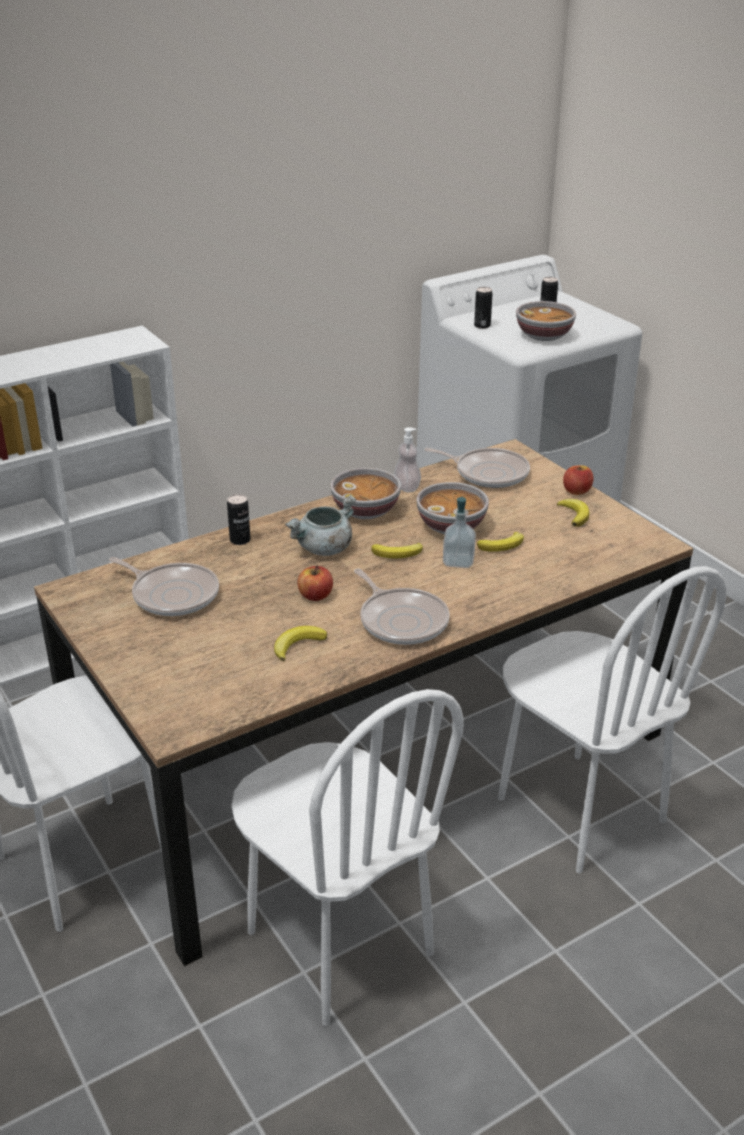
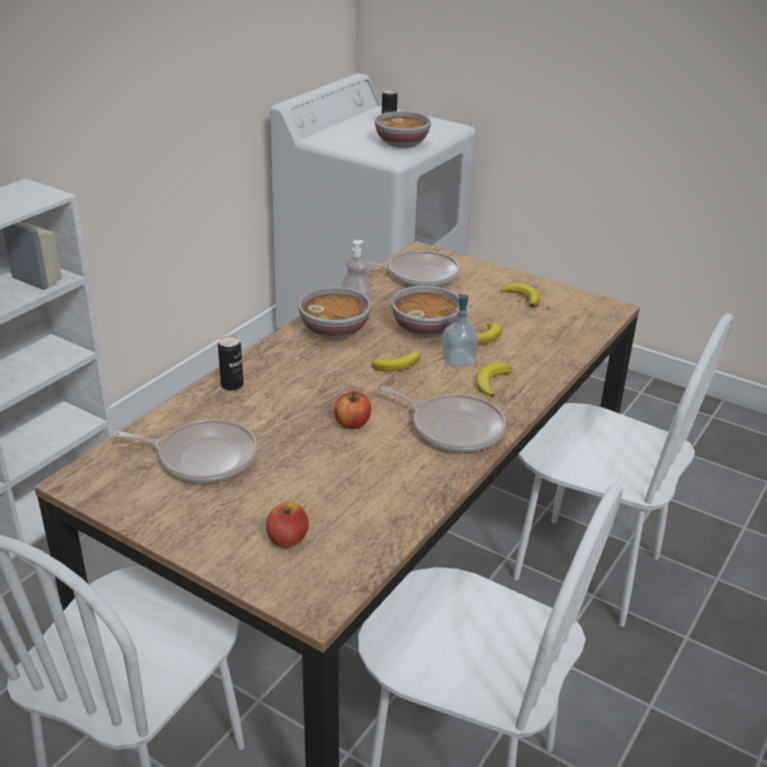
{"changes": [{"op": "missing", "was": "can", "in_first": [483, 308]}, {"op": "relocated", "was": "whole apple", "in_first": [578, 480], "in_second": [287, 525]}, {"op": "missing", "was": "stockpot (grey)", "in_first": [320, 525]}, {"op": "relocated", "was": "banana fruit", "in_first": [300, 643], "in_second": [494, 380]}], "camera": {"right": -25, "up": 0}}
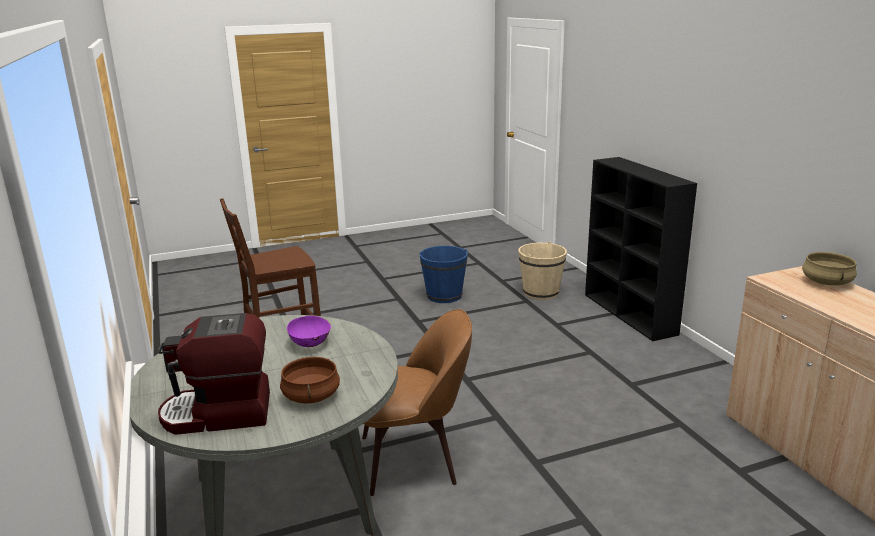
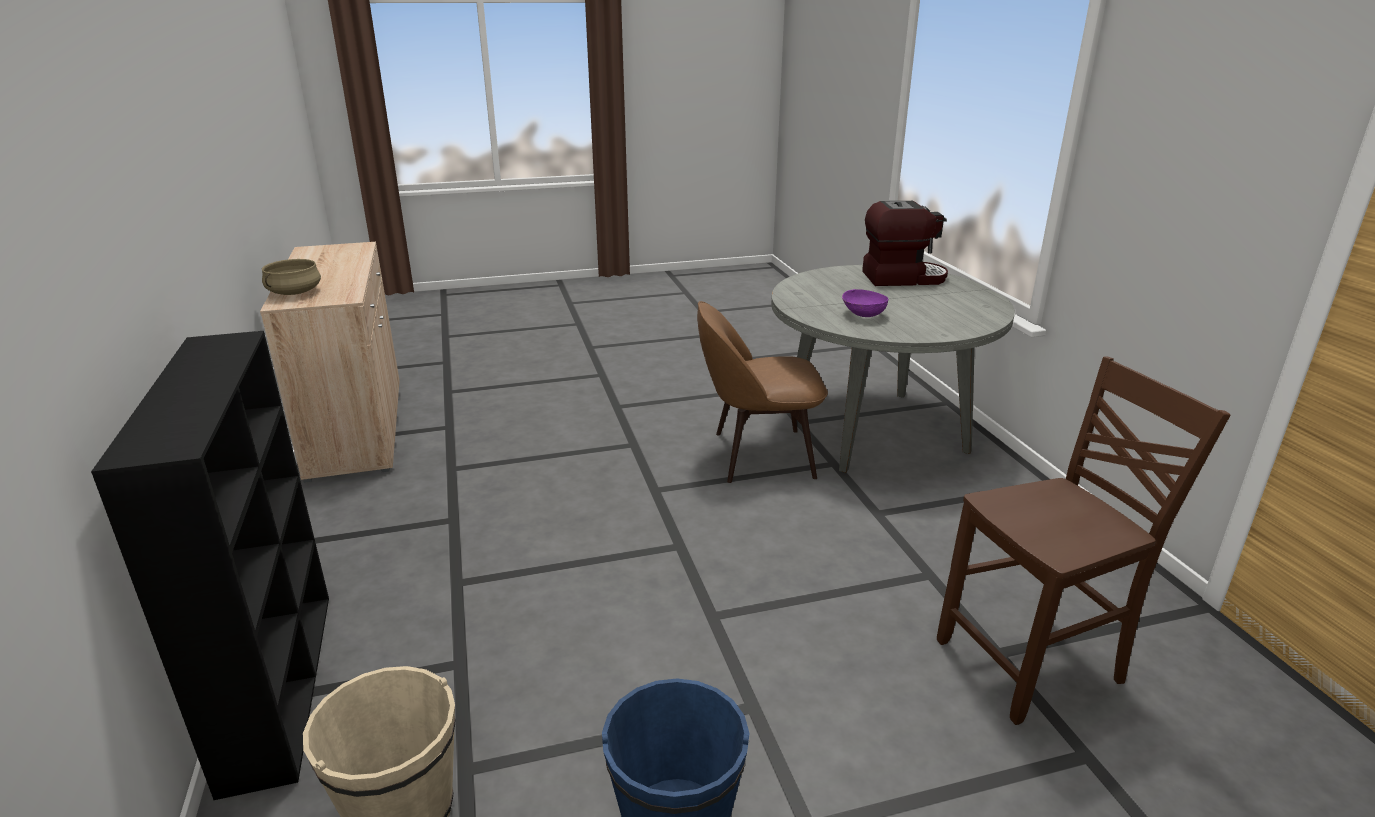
{"changes": [{"op": "missing", "was": "stockpot (brown)", "in_first": [310, 380]}], "camera": {"right": -175, "up": 5}}
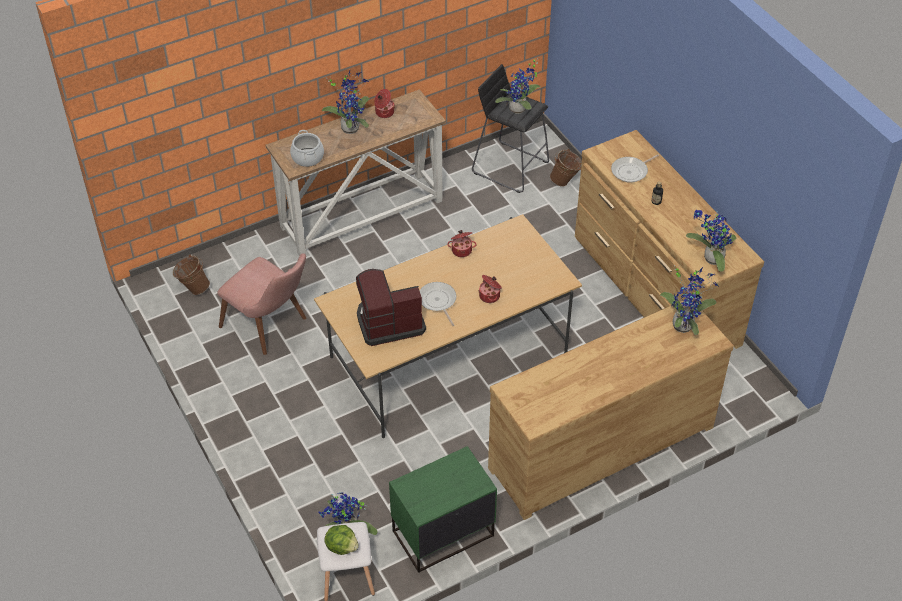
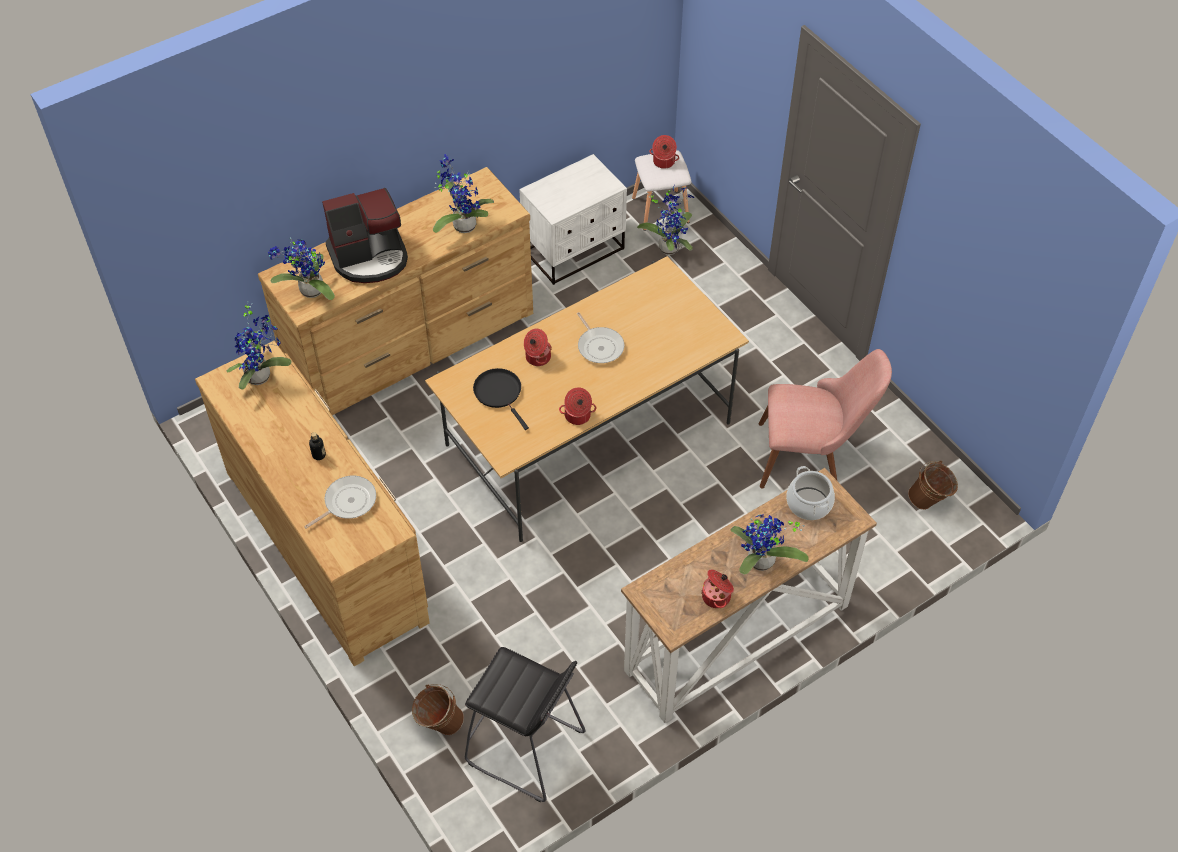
{"changes": [{"op": "relocated", "was": "houseplant", "in_first": [517, 86], "in_second": [463, 193]}, {"op": "spun", "was": "chair (pink)", "in_first": [261, 304], "in_second": [825, 418], "clockwise": 150}, {"op": "relocated", "was": "coffee brewer", "in_first": [391, 307], "in_second": [365, 235]}, {"op": "colour", "was": "nightstand (green)", "now": "nightstand (white-coloured)", "in_first": [443, 509], "in_second": [573, 219]}, {"op": "exchanged", "was": "lettuce", "now": "stockpot", "in_first": [341, 540], "in_second": [664, 152]}, {"op": "appeared", "now": "frying pan (blackish)", "in_second": [501, 399]}], "camera": {"right": 175, "up": 5}}
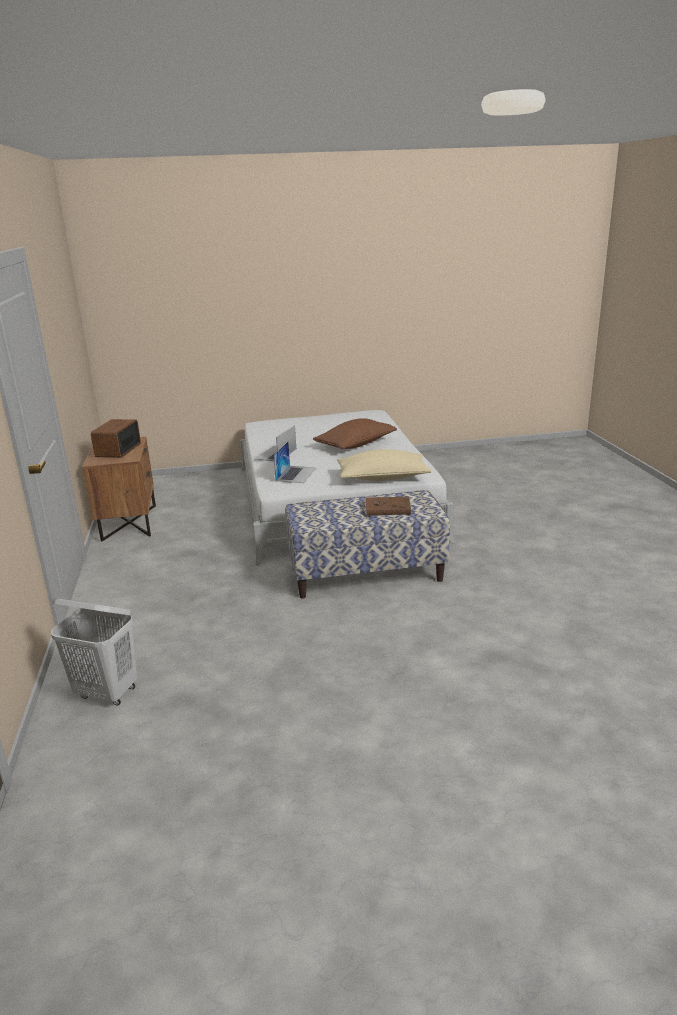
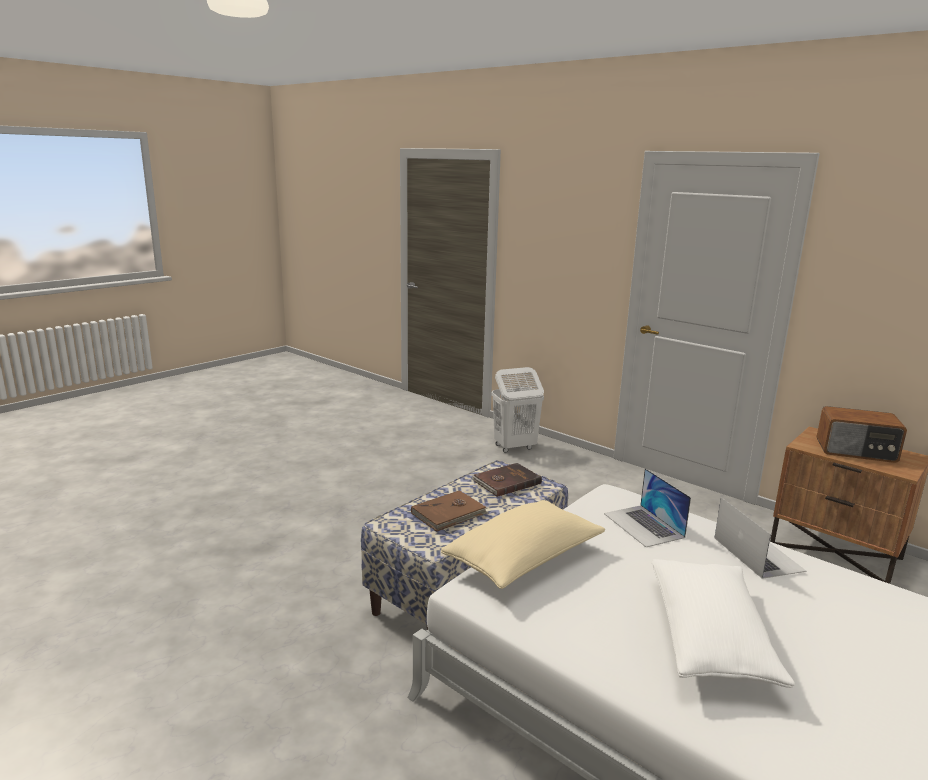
{"changes": [{"op": "colour", "was": "throw pillow (brown)", "now": "throw pillow (white-coloured)", "in_first": [355, 433], "in_second": [723, 623]}, {"op": "spun", "was": "radio set", "in_first": [116, 438], "in_second": [861, 434], "clockwise": 135}, {"op": "appeared", "now": "volume (brown)", "in_second": [507, 480]}], "camera": {"right": 140, "up": -5}}
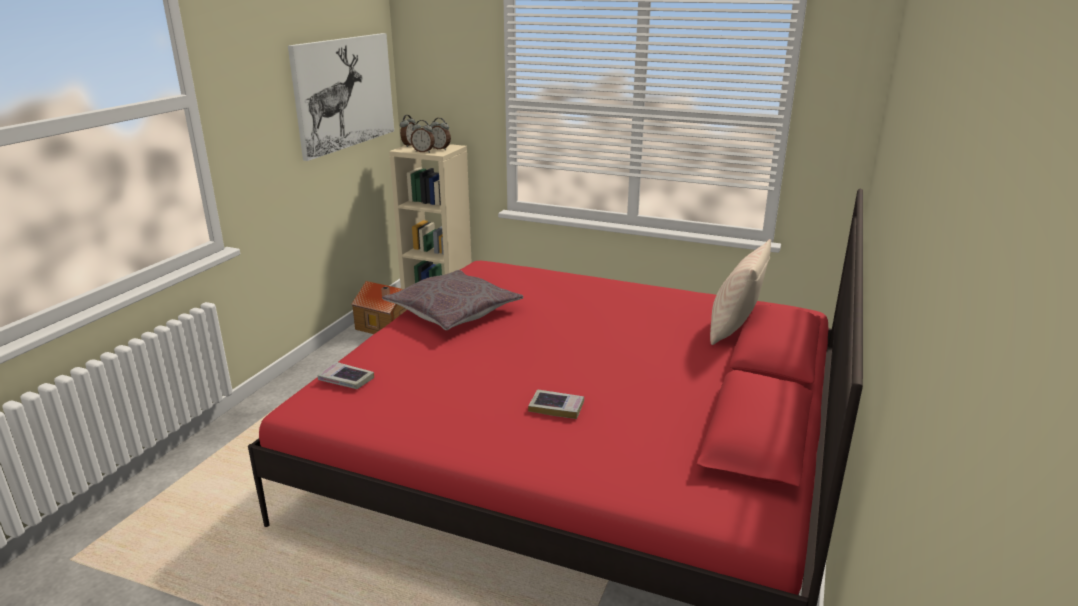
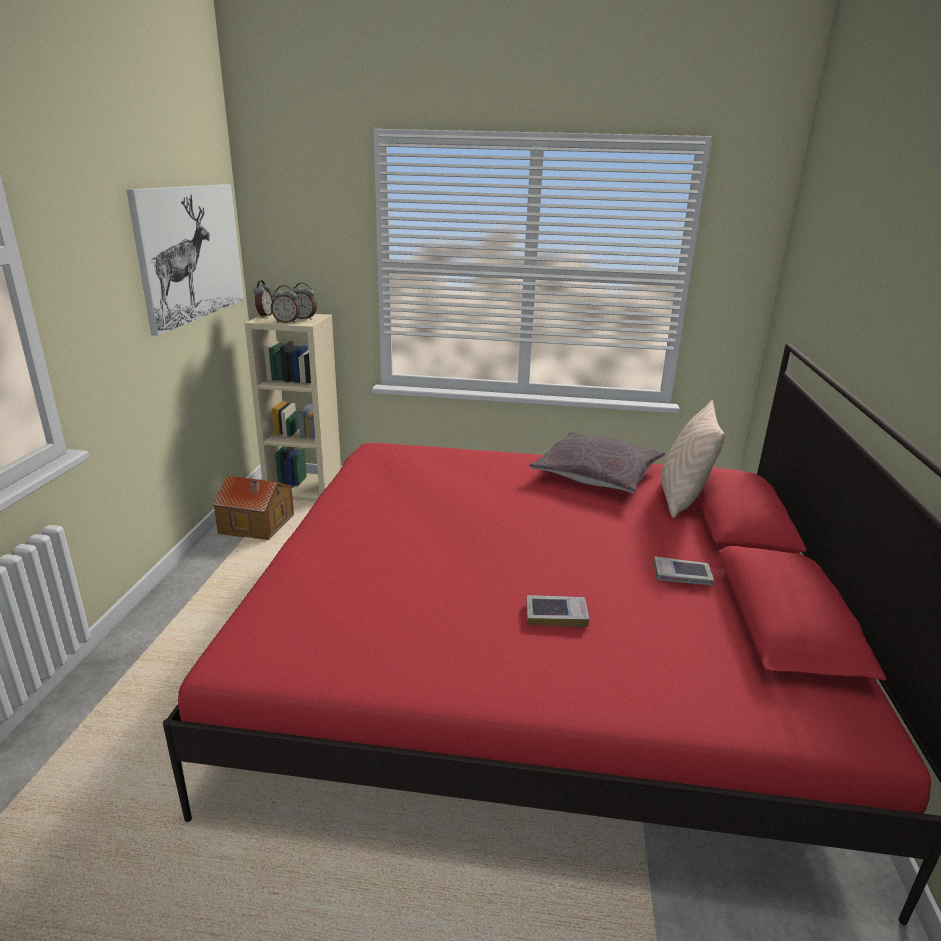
{"changes": [{"op": "relocated", "was": "throw pillow (grey)", "in_first": [452, 300], "in_second": [598, 462]}, {"op": "relocated", "was": "volume", "in_first": [346, 375], "in_second": [684, 571]}], "camera": {"right": -15, "up": 0}}
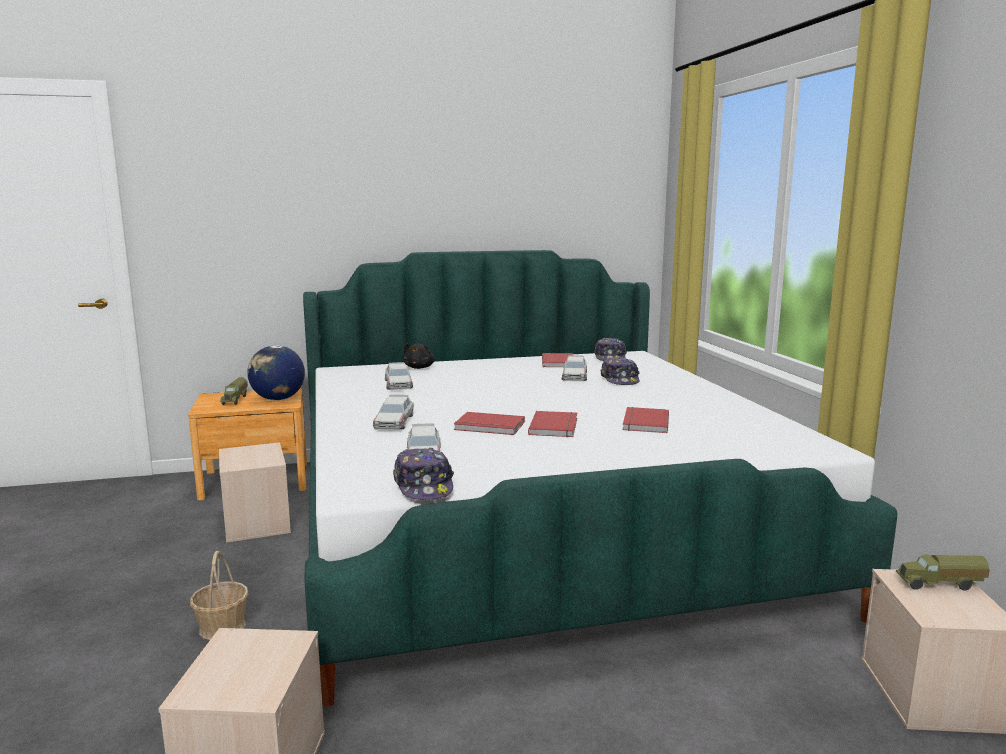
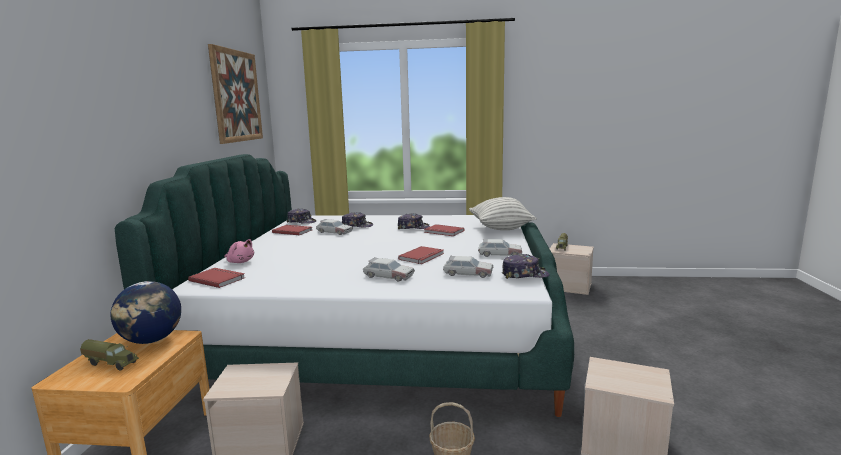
{"changes": [{"op": "colour", "was": "cuddly toy (blackish)", "now": "cuddly toy (pink)", "in_first": [419, 356], "in_second": [239, 251]}, {"op": "relocated", "was": "model car", "in_first": [399, 376], "in_second": [500, 248]}, {"op": "relocated", "was": "volume (red)", "in_first": [552, 424], "in_second": [216, 278]}, {"op": "appeared", "now": "wall picture", "in_second": [235, 94]}, {"op": "appeared", "now": "throw pillow", "in_second": [503, 213]}, {"op": "appeared", "now": "cap", "in_second": [414, 221]}], "camera": {"right": -70, "up": 0}}
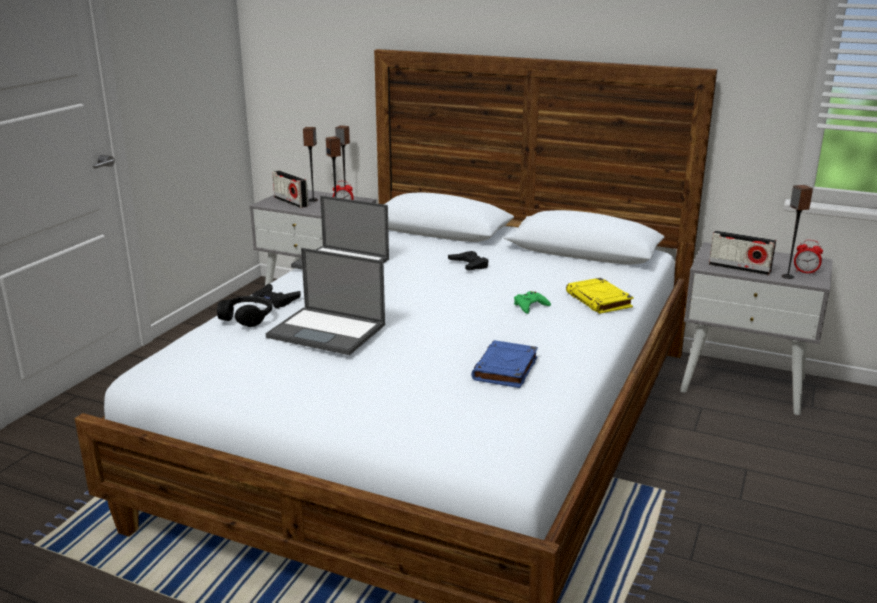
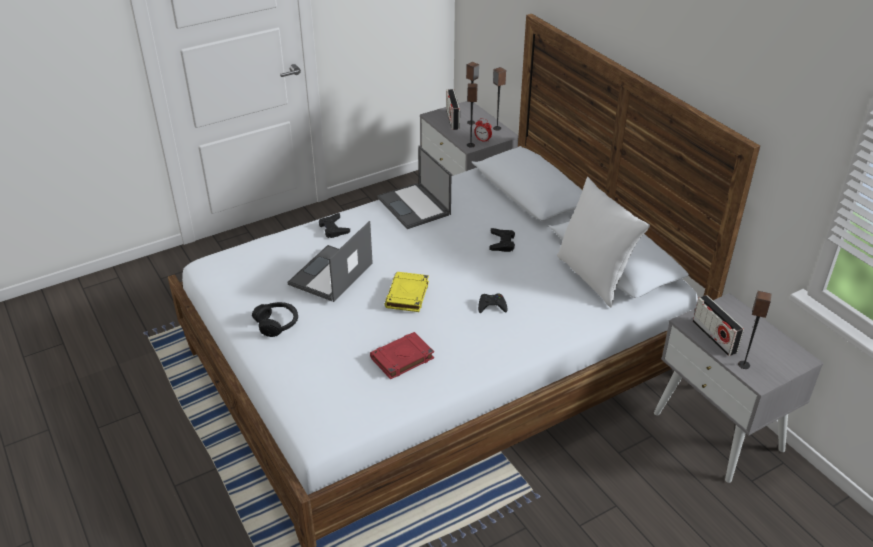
{"changes": [{"op": "missing", "was": "alarm clock", "in_first": [808, 257]}, {"op": "spun", "was": "portable computer", "in_first": [325, 301], "in_second": [330, 261], "clockwise": 60}, {"op": "relocated", "was": "volume (yellow-coloured)", "in_first": [600, 296], "in_second": [406, 292]}, {"op": "colour", "was": "joypad (green)", "now": "joypad (blackish)", "in_first": [532, 302], "in_second": [492, 303]}, {"op": "relocated", "was": "headset (blackish)", "in_first": [244, 311], "in_second": [275, 319]}, {"op": "colour", "was": "volume (bluish)", "now": "volume (red)", "in_first": [504, 364], "in_second": [402, 355]}, {"op": "appeared", "now": "throw pillow (white-coloured)", "in_second": [603, 242]}], "camera": {"right": 35, "up": 15}}
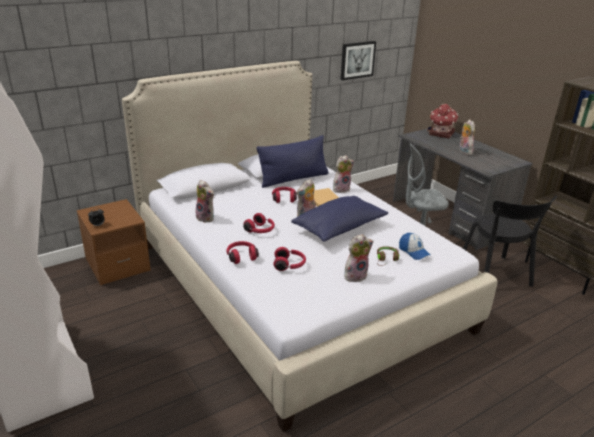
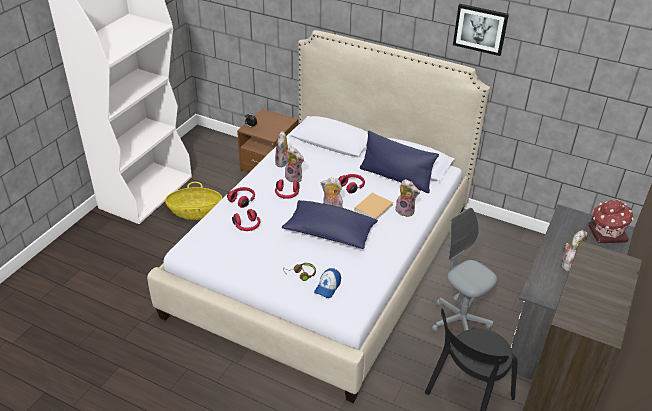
{"changes": [{"op": "relocated", "was": "wall picture", "in_first": [358, 60], "in_second": [481, 30]}, {"op": "relocated", "was": "cuddly toy", "in_first": [358, 258], "in_second": [294, 164]}, {"op": "appeared", "now": "household basket", "in_second": [193, 201]}], "camera": {"right": 60, "up": 10}}
